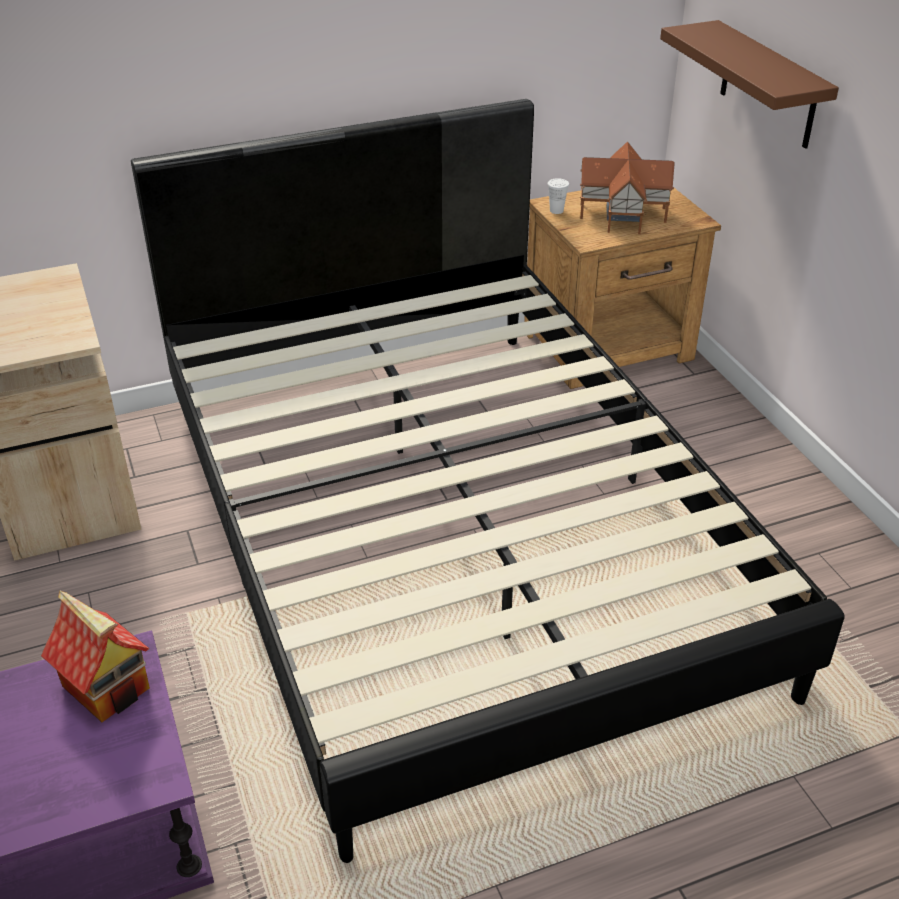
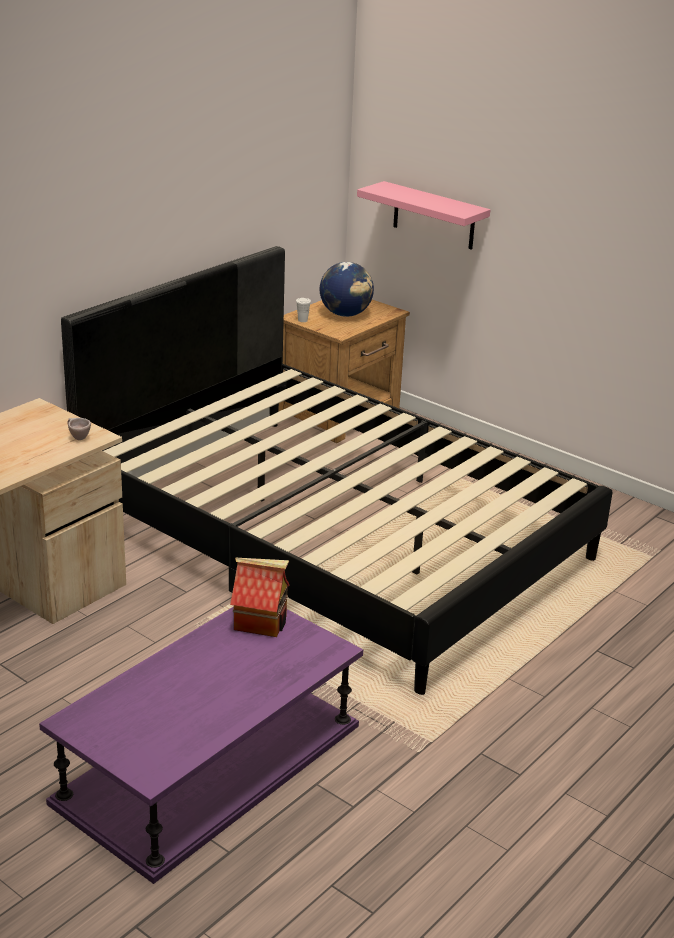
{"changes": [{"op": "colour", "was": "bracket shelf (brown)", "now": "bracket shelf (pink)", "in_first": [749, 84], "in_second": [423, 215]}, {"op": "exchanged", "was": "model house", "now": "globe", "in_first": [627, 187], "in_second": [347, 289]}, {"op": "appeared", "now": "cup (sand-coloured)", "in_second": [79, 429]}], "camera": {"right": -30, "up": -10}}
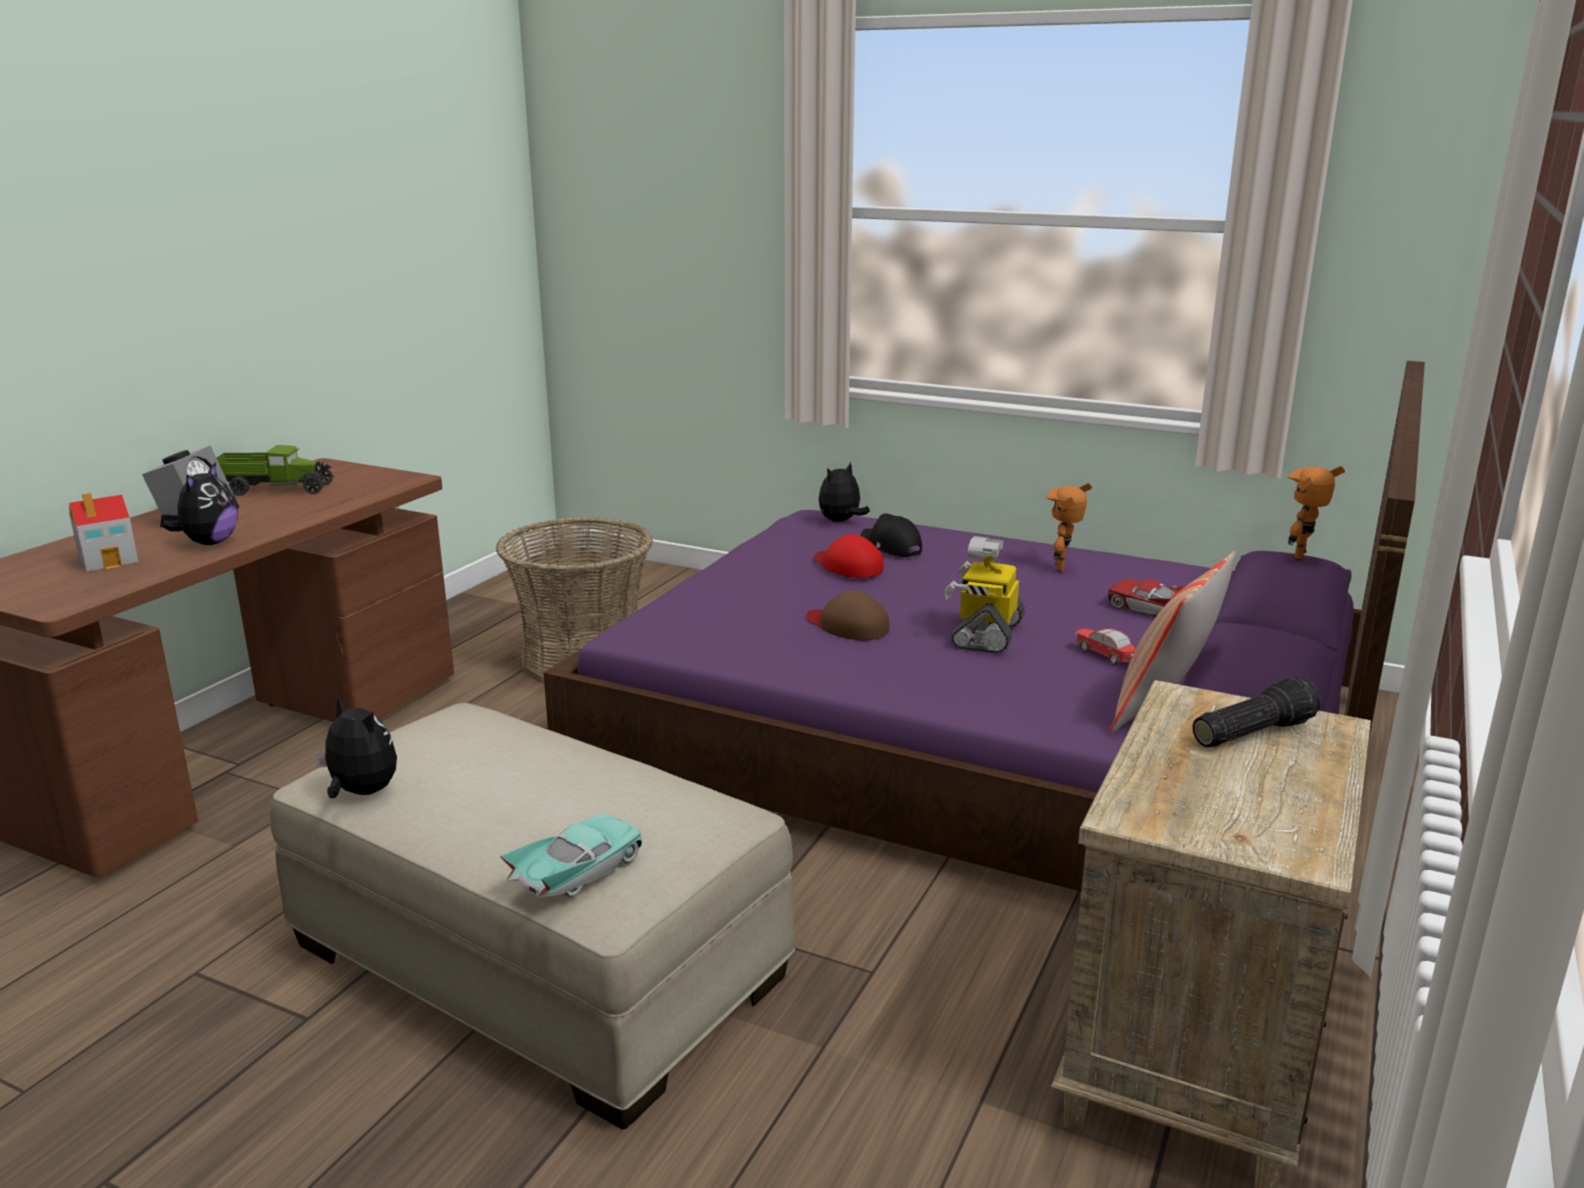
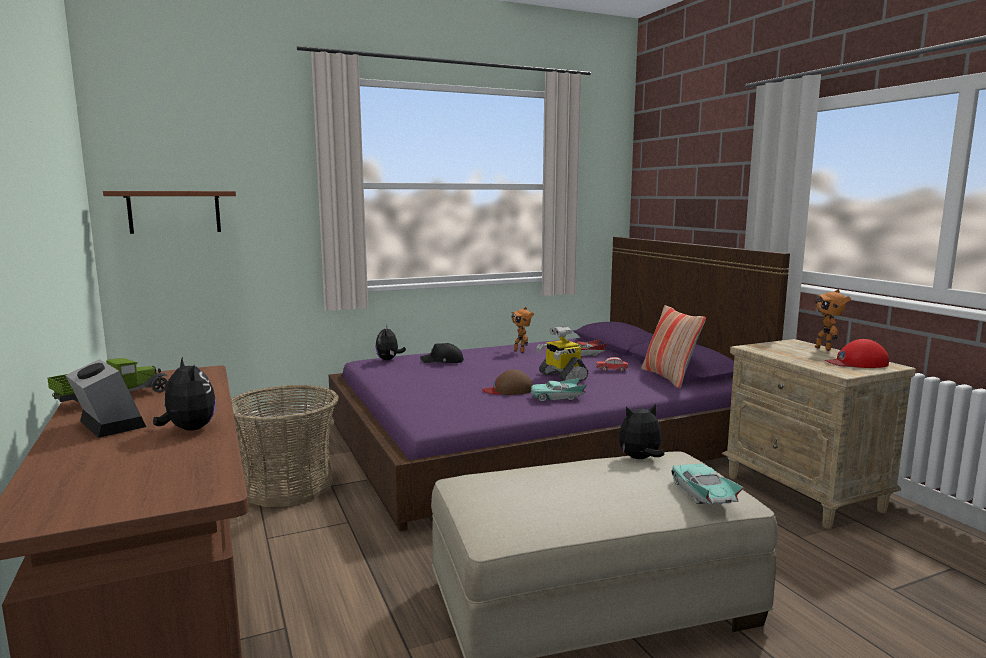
{"changes": [{"op": "relocated", "was": "robot figure", "in_first": [1316, 513], "in_second": [833, 320]}, {"op": "missing", "was": "model house", "in_first": [104, 532]}, {"op": "relocated", "was": "cap (red)", "in_first": [849, 556], "in_second": [857, 353]}, {"op": "missing", "was": "hand torch", "in_first": [1257, 712]}, {"op": "relocated", "was": "cuddly toy", "in_first": [356, 747], "in_second": [641, 431]}, {"op": "appeared", "now": "bracket shelf (brown)", "in_second": [169, 212]}, {"op": "appeared", "now": "model car (turquoise-coloured)", "in_second": [559, 390]}], "camera": {"right": -50, "up": -10}}
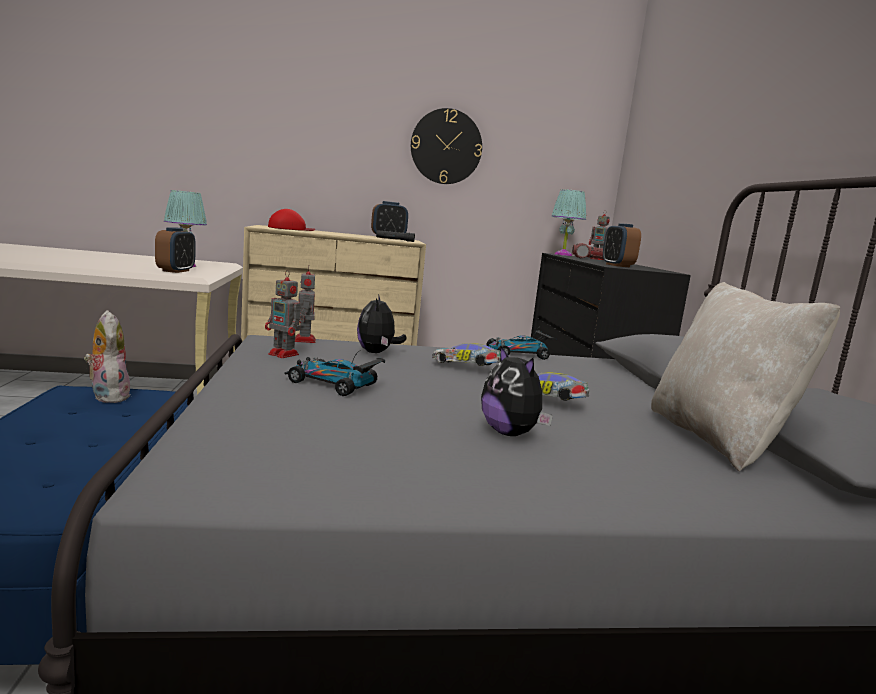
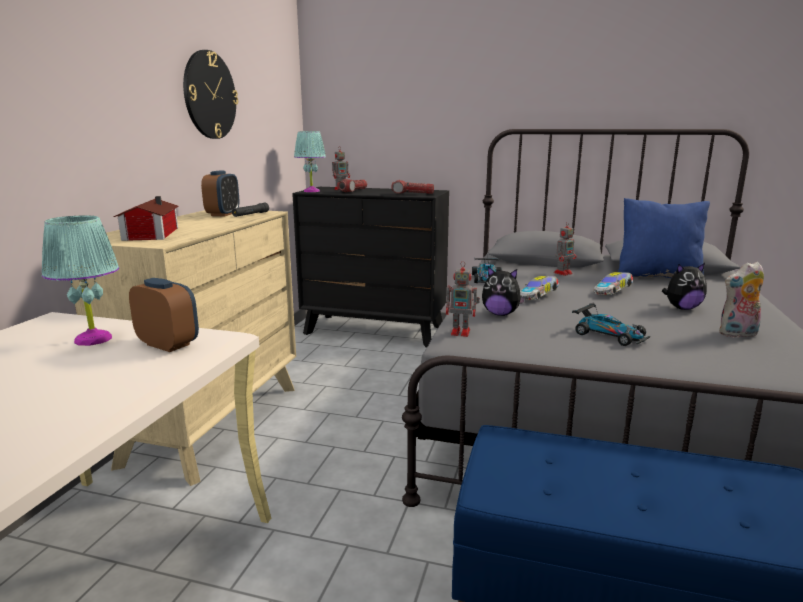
{"changes": [{"op": "exchanged", "was": "cap (red)", "now": "model house", "in_first": [292, 220], "in_second": [146, 218]}, {"op": "exchanged", "was": "alarm clock", "now": "hand torch", "in_first": [622, 245], "in_second": [413, 187]}, {"op": "relocated", "was": "robot figure", "in_first": [285, 314], "in_second": [565, 248]}, {"op": "colour", "was": "throw pillow (sand-coloured)", "now": "throw pillow (bluish)", "in_first": [745, 377], "in_second": [664, 238]}, {"op": "relocated", "was": "cuddly toy", "in_first": [107, 356], "in_second": [741, 300]}, {"op": "spun", "was": "model car", "in_first": [334, 373], "in_second": [611, 325], "clockwise": -90}], "camera": {"right": -65, "up": 5}}
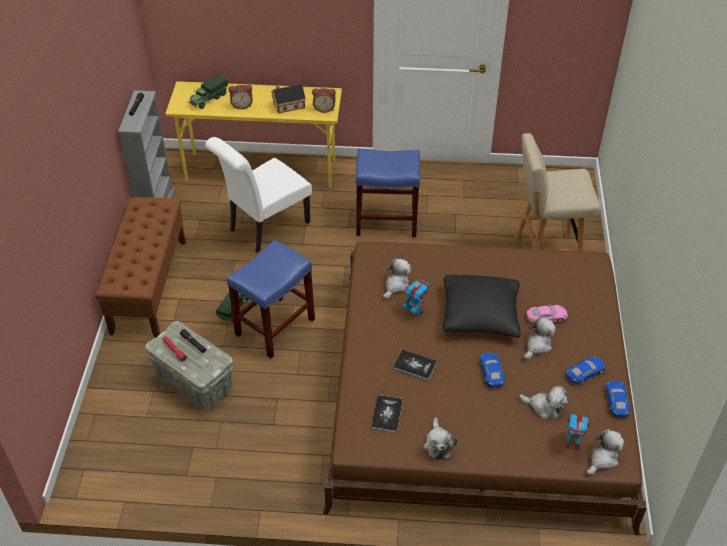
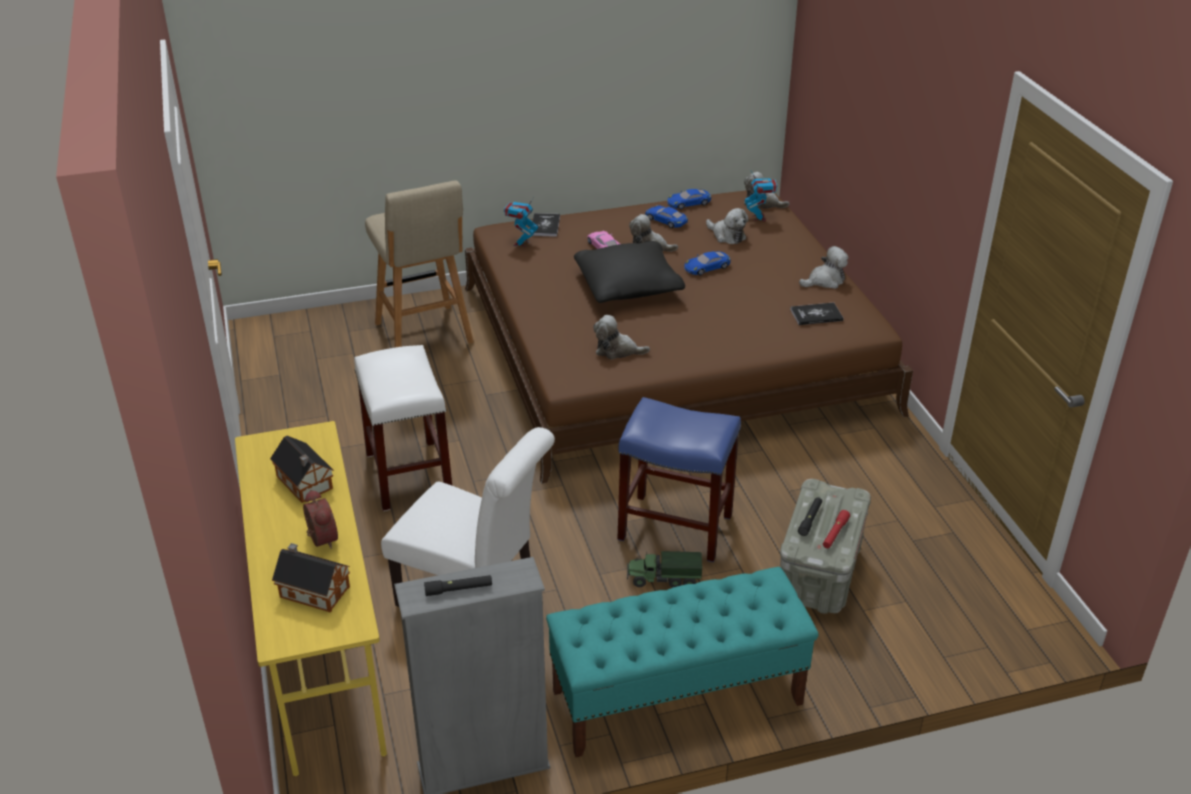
{"changes": [{"op": "exchanged", "was": "model truck", "now": "model house", "in_first": [208, 91], "in_second": [311, 578]}, {"op": "missing", "was": "alarm clock", "in_first": [324, 100]}, {"op": "colour", "was": "sitting stool (bluish)", "now": "sitting stool (white-coloured)", "in_first": [388, 192], "in_second": [403, 428]}, {"op": "colour", "was": "indoor bench (brown)", "now": "indoor bench (turquoise-coloured)", "in_first": [140, 267], "in_second": [682, 662]}, {"op": "relocated", "was": "robot figure", "in_first": [416, 298], "in_second": [521, 222]}, {"op": "relocated", "was": "volume", "in_first": [415, 365], "in_second": [546, 225]}, {"op": "spun", "was": "cuddly toy", "in_first": [543, 402], "in_second": [727, 226], "clockwise": 135}], "camera": {"right": -110, "up": -10}}
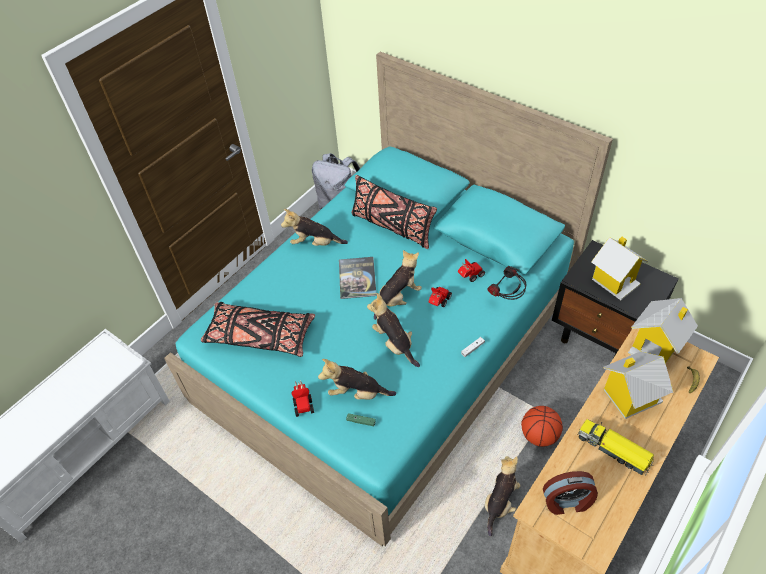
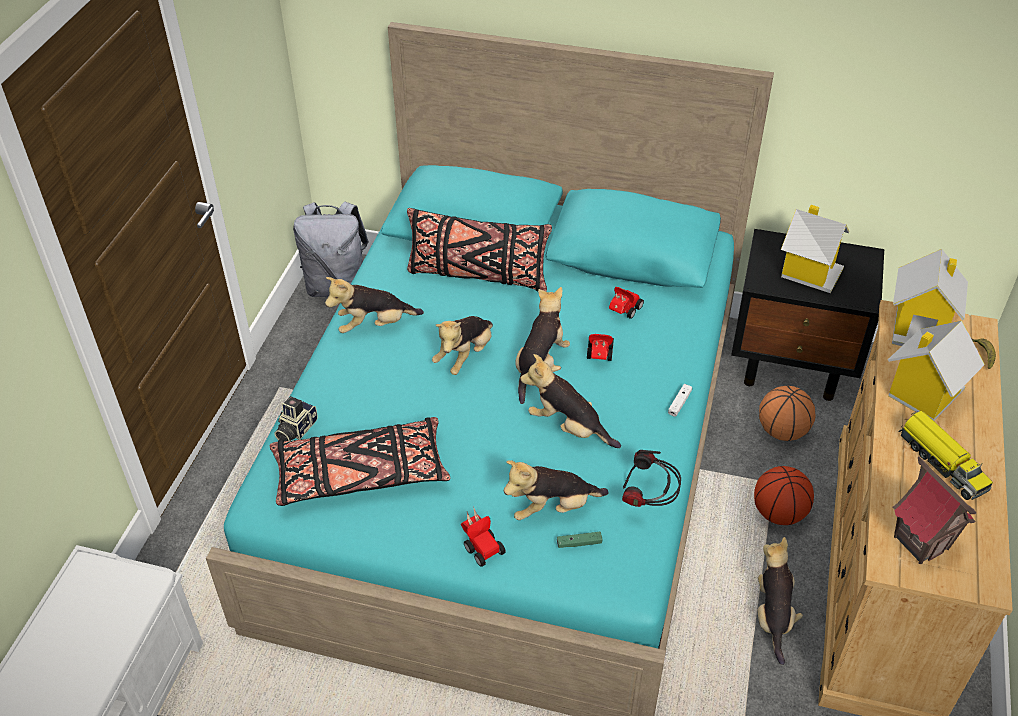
{"changes": [{"op": "exchanged", "was": "volume", "now": "cuddly toy", "in_first": [358, 278], "in_second": [462, 345]}, {"op": "relocated", "was": "headset", "in_first": [507, 283], "in_second": [651, 478]}, {"op": "spun", "was": "model truck", "in_first": [616, 447], "in_second": [945, 455], "clockwise": -135}, {"op": "exchanged", "was": "alarm clock", "now": "model house", "in_first": [570, 493], "in_second": [934, 510]}, {"op": "appeared", "now": "basketball ball", "in_second": [787, 413]}, {"op": "appeared", "now": "photo camera", "in_second": [296, 418]}], "camera": {"right": -25, "up": -5}}
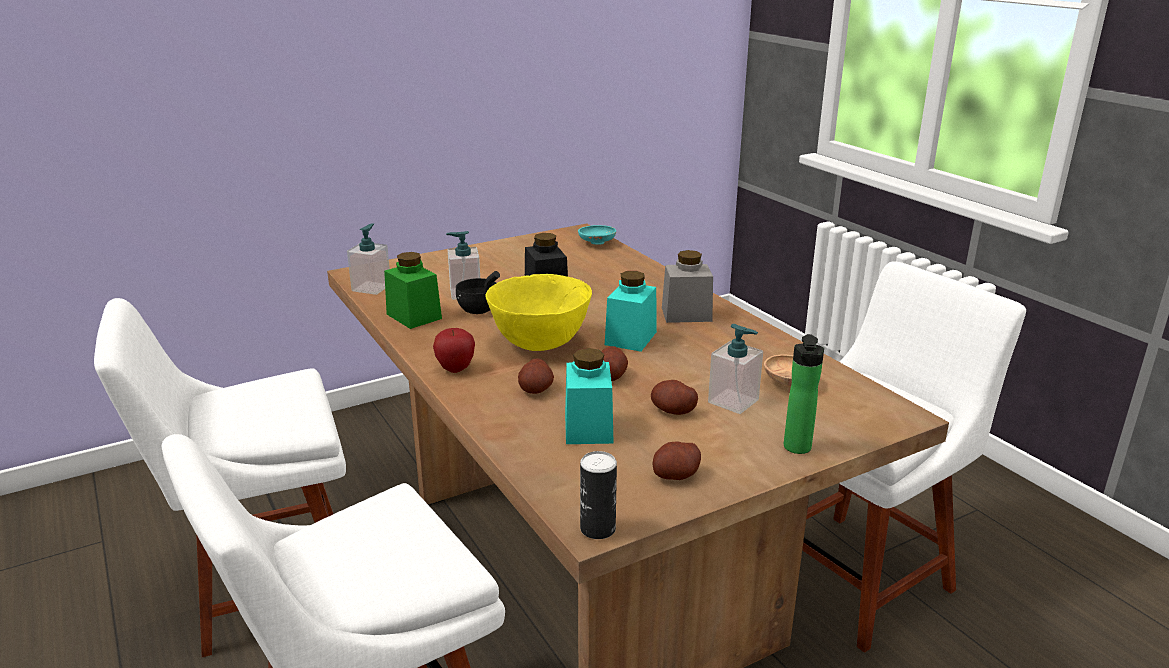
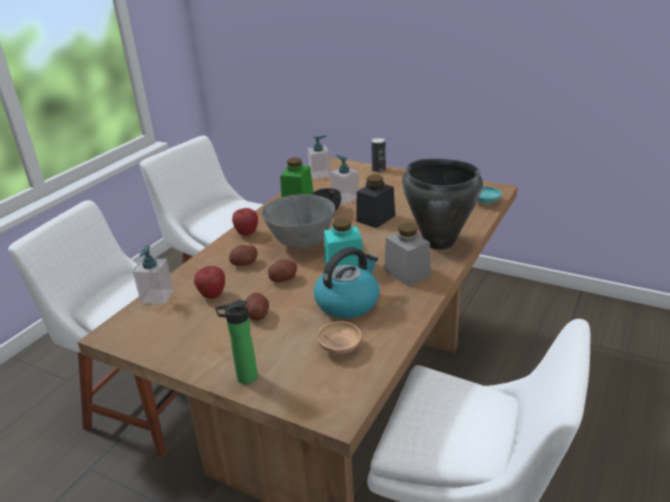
{"changes": [{"op": "colour", "was": "serving bowl (yellow-coloured)", "now": "serving bowl (grey)", "in_first": [539, 312], "in_second": [298, 221]}, {"op": "relocated", "was": "liquid soap bottle", "in_first": [735, 369], "in_second": [153, 274]}, {"op": "exchanged", "was": "storage jar (turquoise-coloured)", "now": "whole apple", "in_first": [589, 396], "in_second": [209, 282]}, {"op": "missing", "was": "whole potato", "in_first": [676, 460]}, {"op": "relocated", "was": "can", "in_first": [598, 495], "in_second": [378, 154]}, {"op": "appeared", "now": "stockpot (blackish)", "in_second": [442, 204]}, {"op": "appeared", "now": "water kettle", "in_second": [346, 282]}], "camera": {"right": 60, "up": 5}}
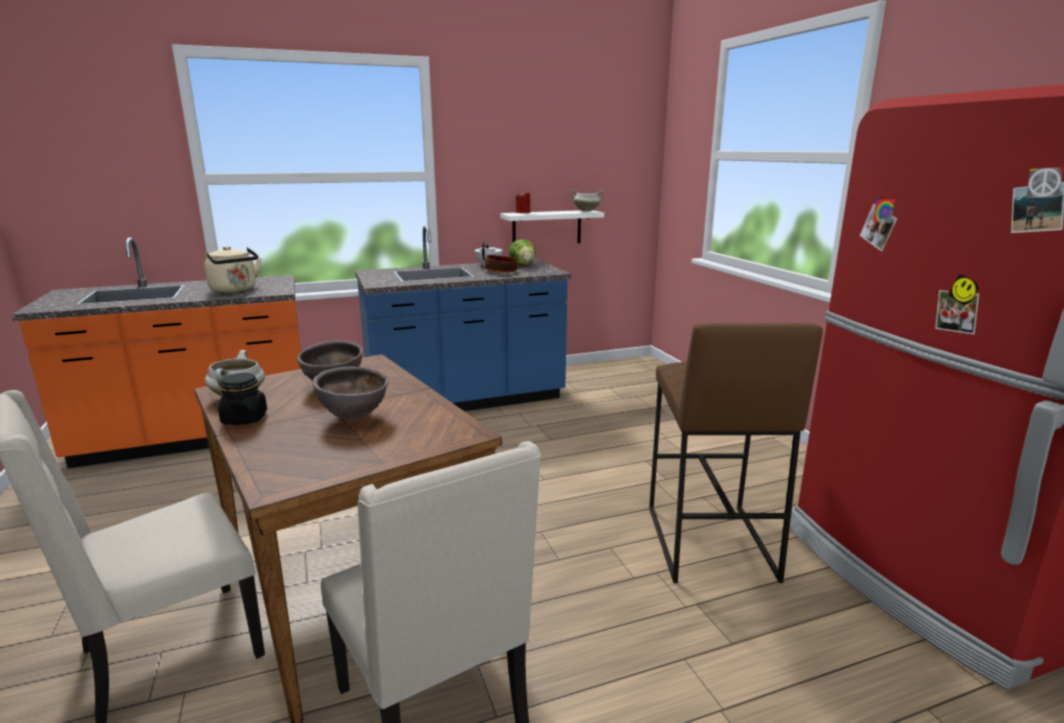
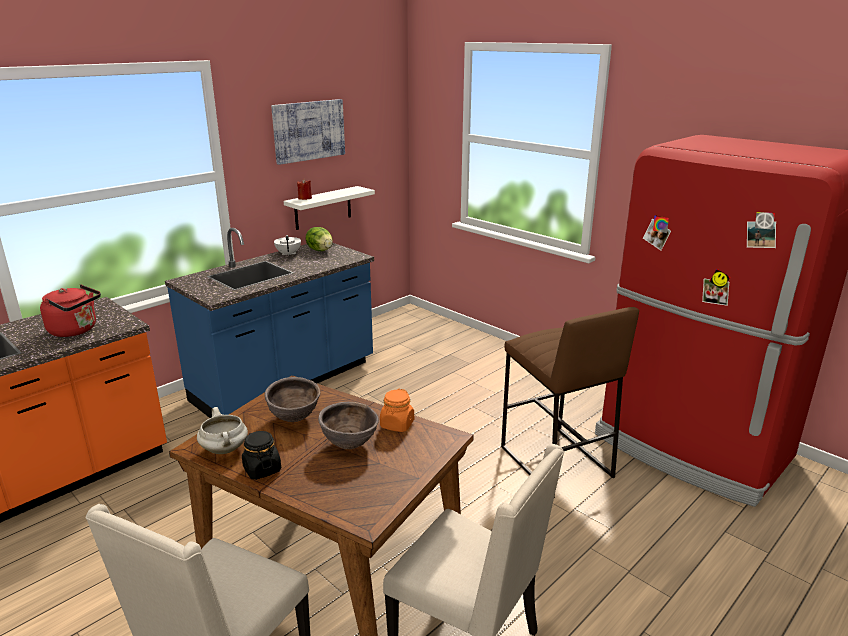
{"changes": [{"op": "missing", "was": "stockpot (white-coloured)", "in_first": [587, 201]}, {"op": "colour", "was": "water kettle (sand-coloured)", "now": "water kettle (red)", "in_first": [233, 269], "in_second": [70, 310]}, {"op": "missing", "was": "serving bowl", "in_first": [500, 264]}, {"op": "appeared", "now": "wall picture", "in_second": [308, 132]}, {"op": "appeared", "now": "storage jar (orange)", "in_second": [397, 410]}], "camera": {"right": -25, "up": 5}}
